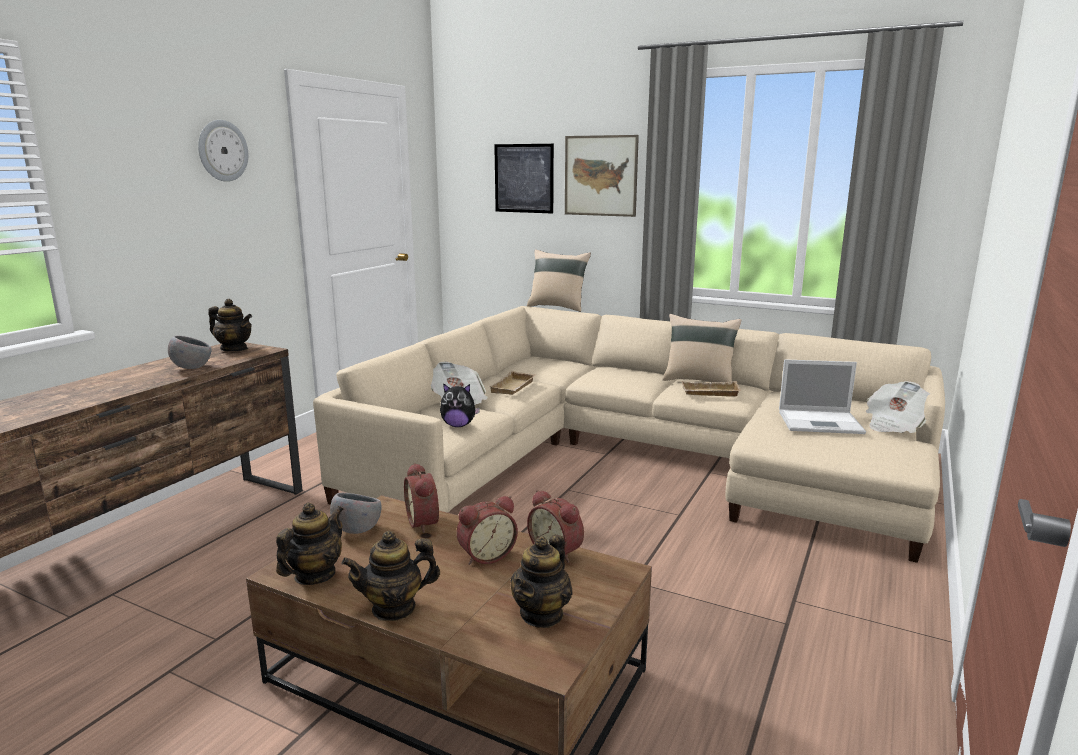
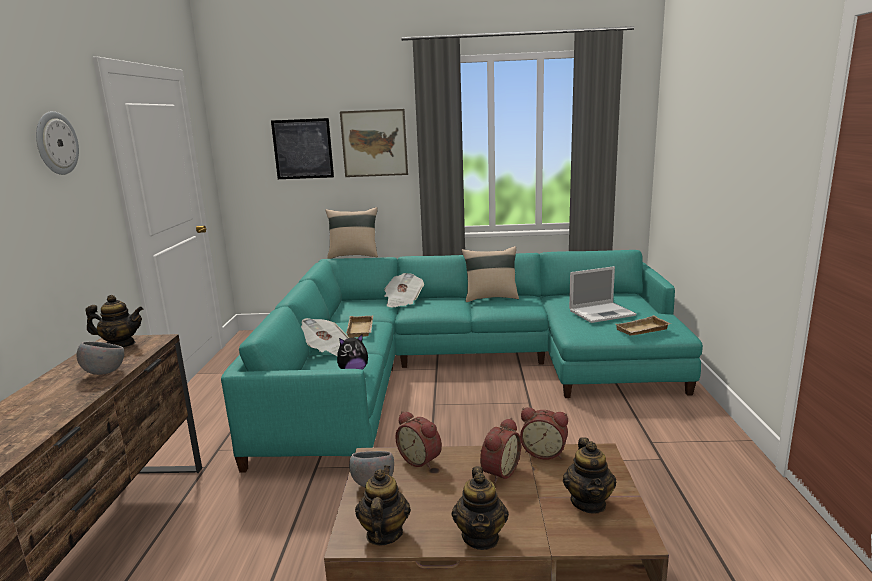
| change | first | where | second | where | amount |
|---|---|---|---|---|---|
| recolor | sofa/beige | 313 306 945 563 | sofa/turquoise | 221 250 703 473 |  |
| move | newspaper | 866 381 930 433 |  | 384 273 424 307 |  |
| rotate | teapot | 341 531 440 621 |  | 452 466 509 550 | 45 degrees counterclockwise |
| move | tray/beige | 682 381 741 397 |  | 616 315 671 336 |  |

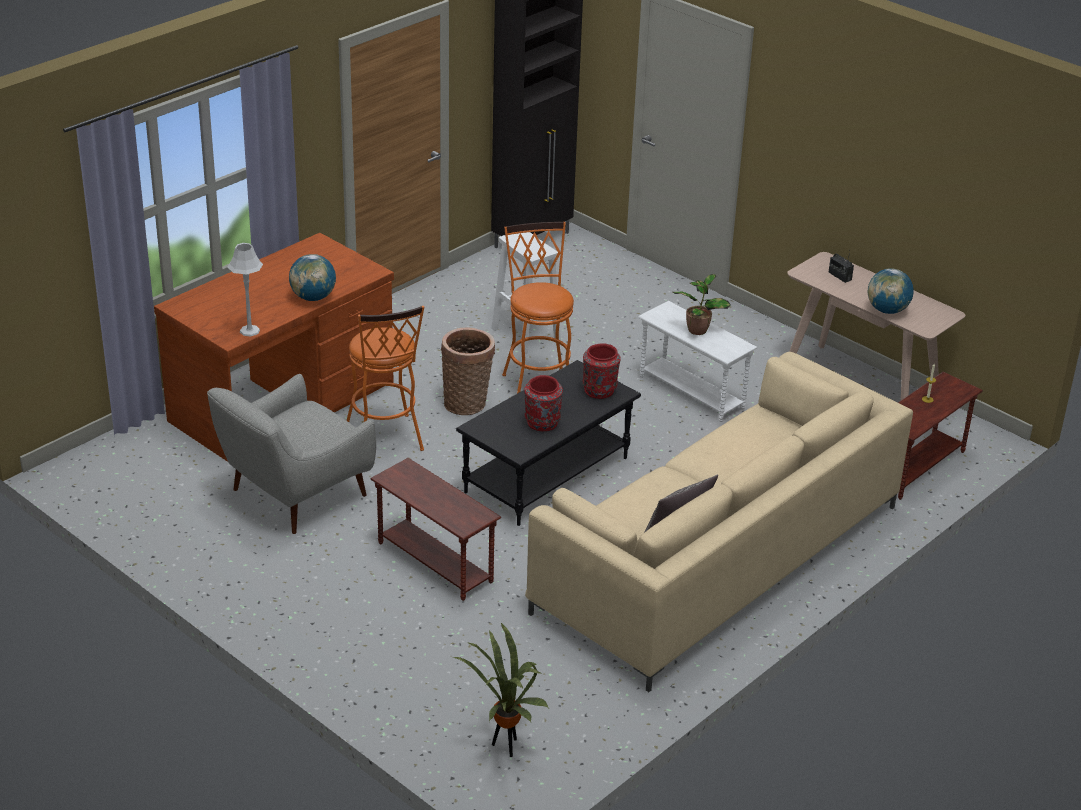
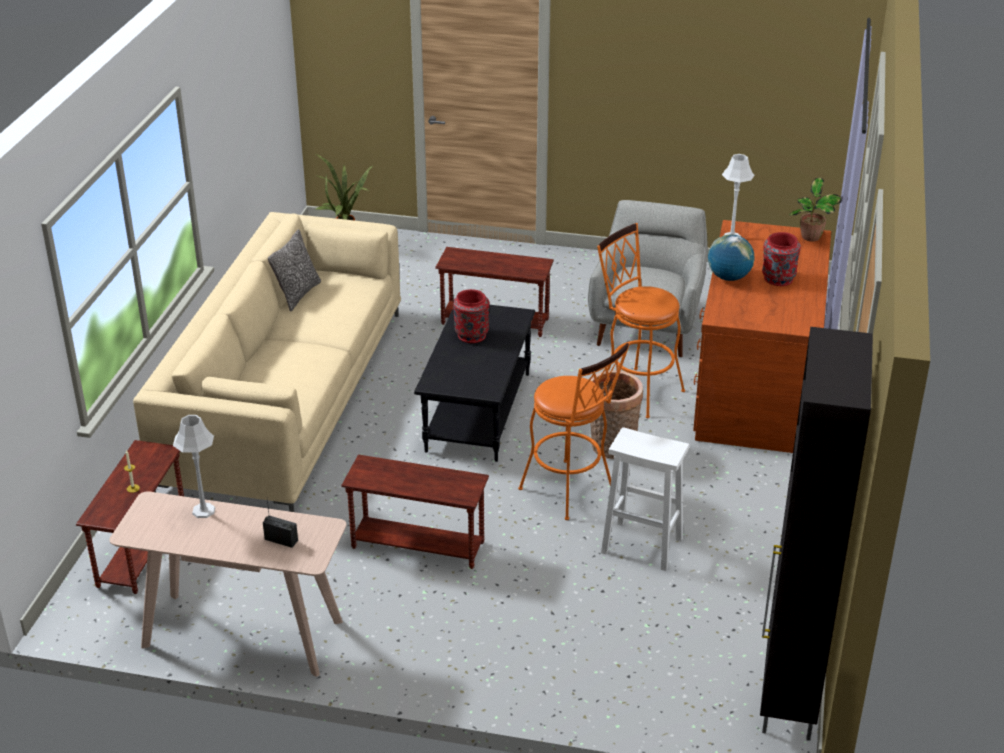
| change | first | where | second | where | amount |
|---|---|---|---|---|---|
| replace | globe | 868 268 914 314 | table lamp/grey | 173 415 215 518 |  |
| recolor | side table/white | 638 301 757 422 | side table/brown | 341 455 489 569 |  |
| move | vase/red | 582 343 621 399 |  | 762 232 801 286 |  |
| move | potted plant | 673 274 731 335 |  | 789 177 841 241 |  |

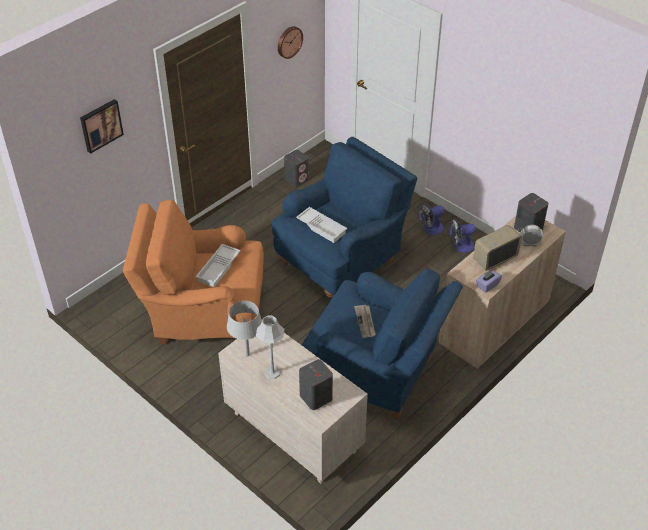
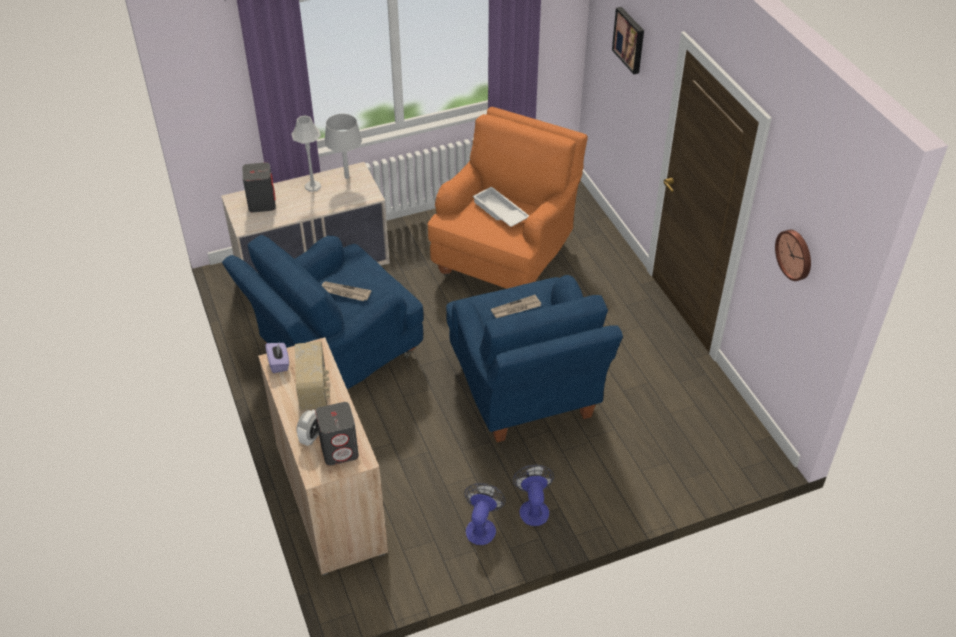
| change | first | where | second | where | amount |
|---|---|---|---|---|---|
| replace | tray/white | 296 207 347 243 | newspaper | 491 295 541 318 |  |
| delete | speaker/grey | 284 150 308 187 |  |  |  |

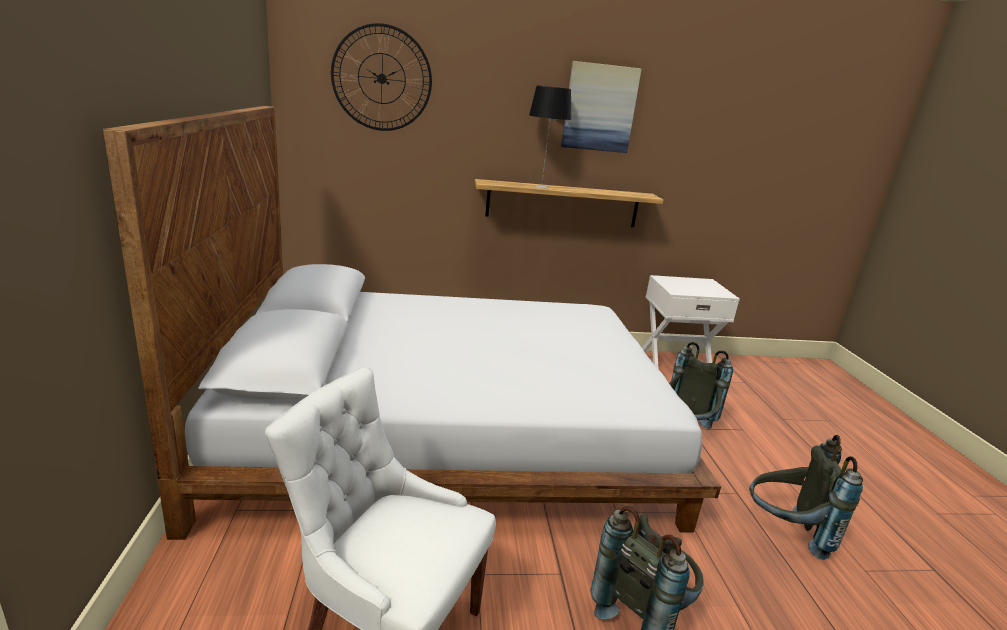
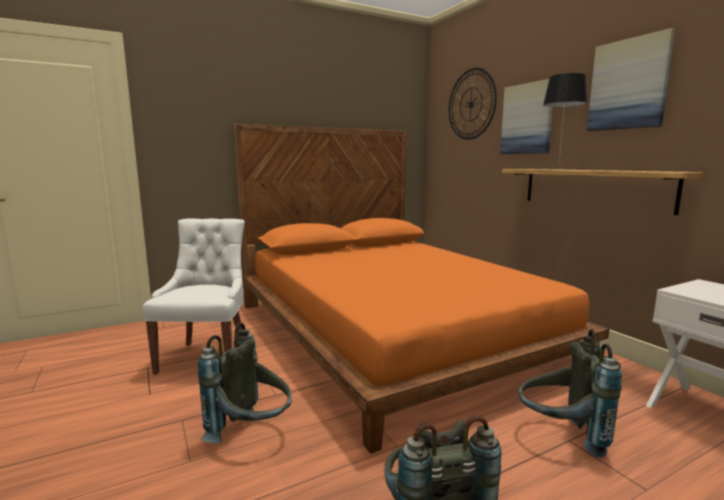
| change | first | where | second | where | amount |
|---|---|---|---|---|---|
| recolor | bed/white | 102 106 721 540 | bed/orange | 234 124 609 454 |  |
| insert |  |  | picture | 500 79 553 154 |  |

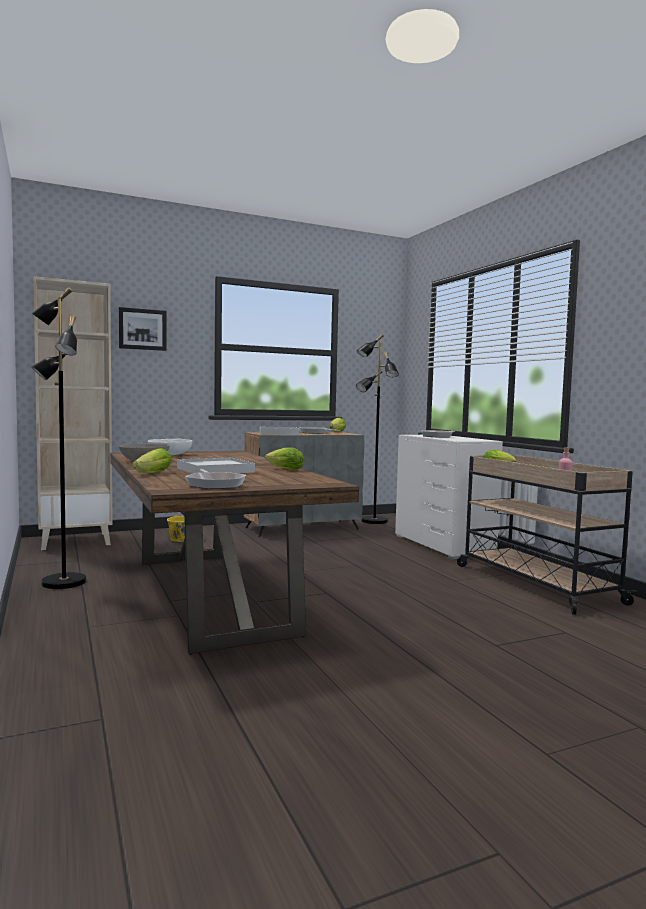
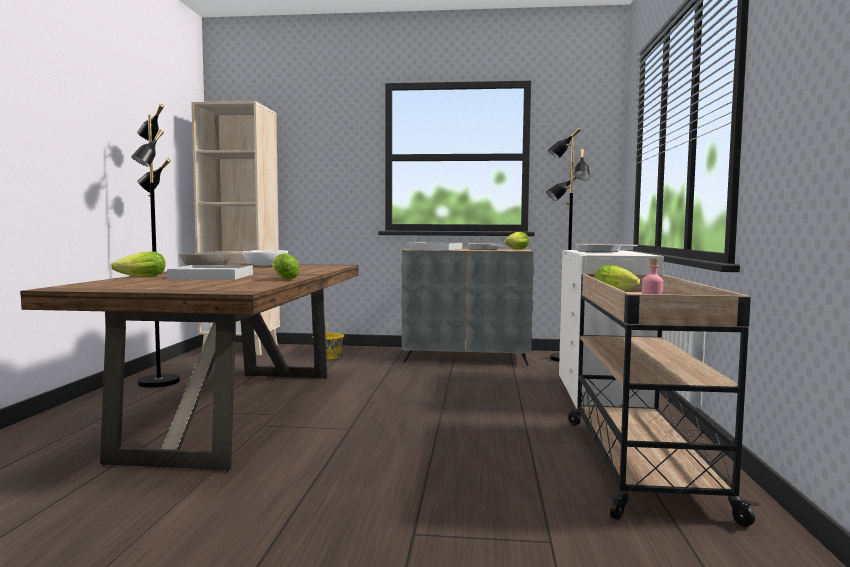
| change | first | where | second | where | amount |
|---|---|---|---|---|---|
| delete | picture | 119 307 166 351 |  |  |  |
| delete | frying pan | 185 469 246 489 |  |  |  |

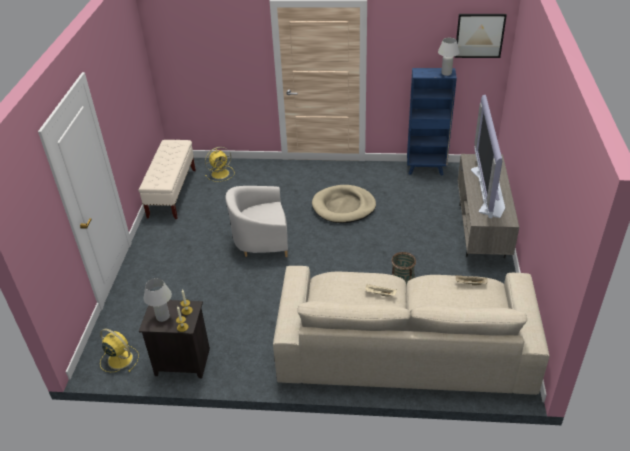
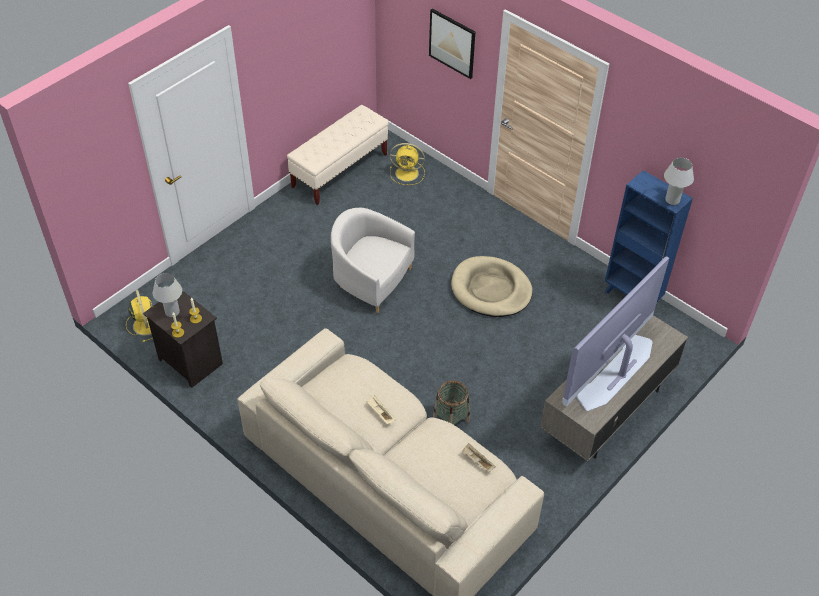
| change | first | where | second | where | amount |
|---|---|---|---|---|---|
| move | picture | 454 14 507 58 |  | 429 8 475 79 |  |

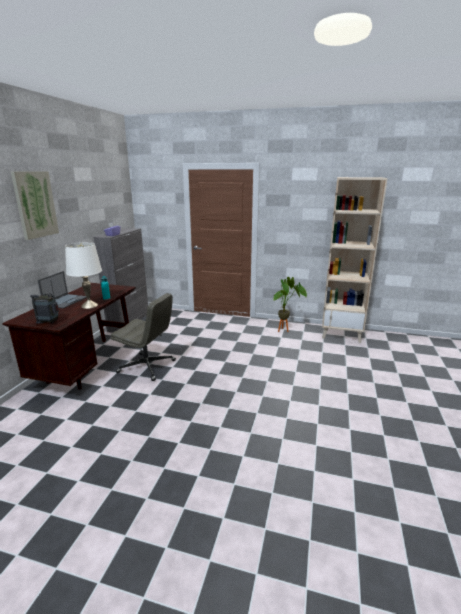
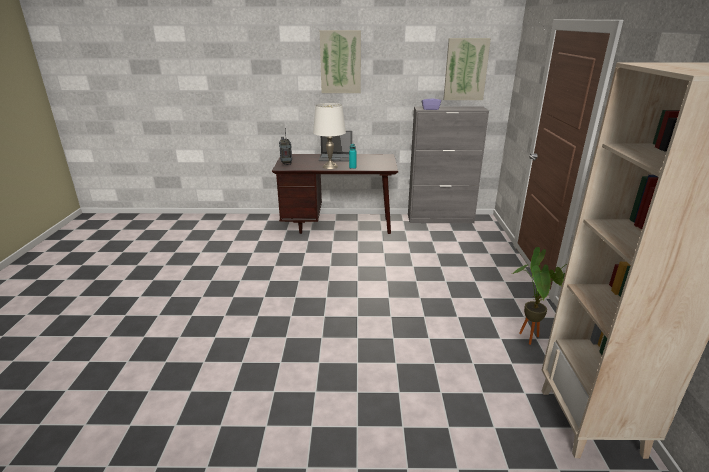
| change | first | where | second | where | amount |
|---|---|---|---|---|---|
| insert |  |  | picture | 443 38 491 100 |  |
| delete | office chair/grey | 111 293 176 381 |  |  |  |

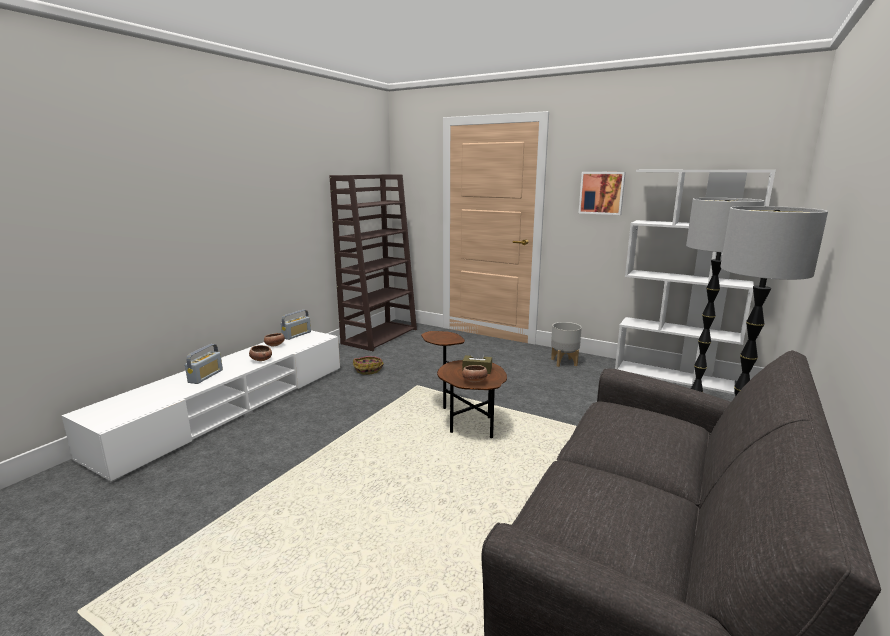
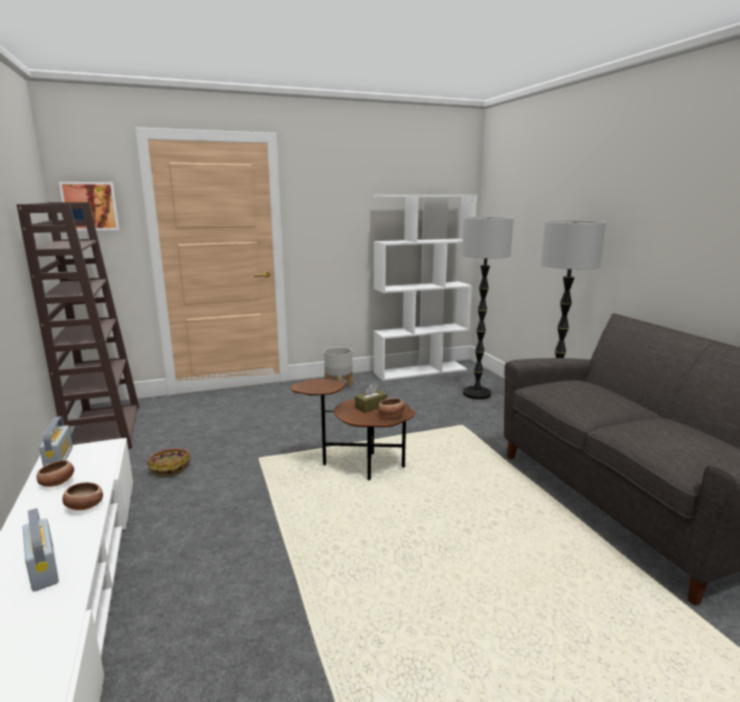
| change | first | where | second | where | amount |
|---|---|---|---|---|---|
| move | picture | 579 172 626 215 |  | 59 182 119 231 |  |

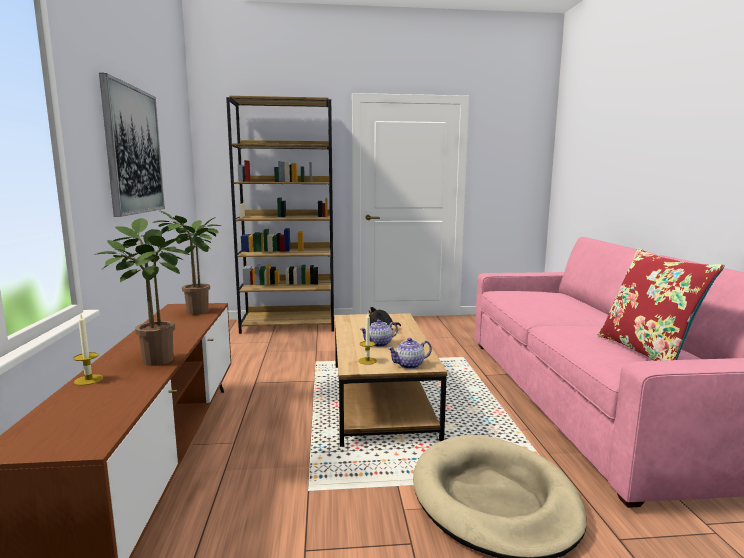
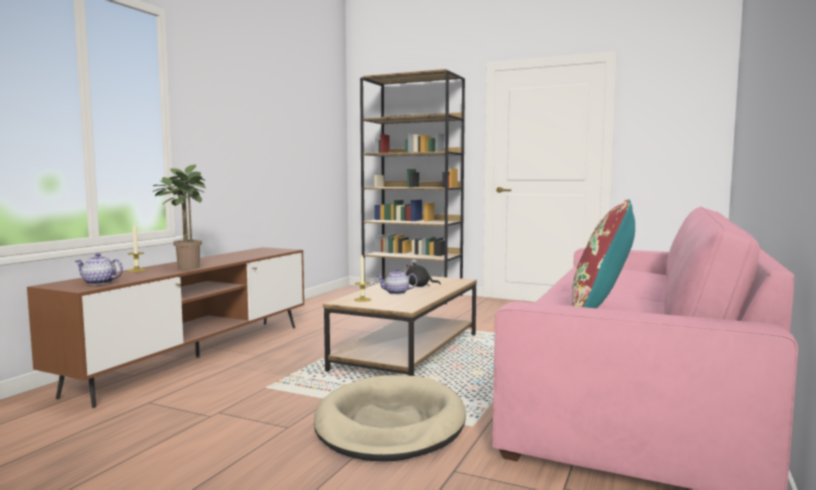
| change | first | where | second | where | amount |
|---|---|---|---|---|---|
| move | teapot | 388 338 432 369 |  | 75 253 123 285 |  |
| delete | picture | 99 73 165 217 |  |  |  |
| delete | potted plant | 152 210 222 315 |  |  |  |

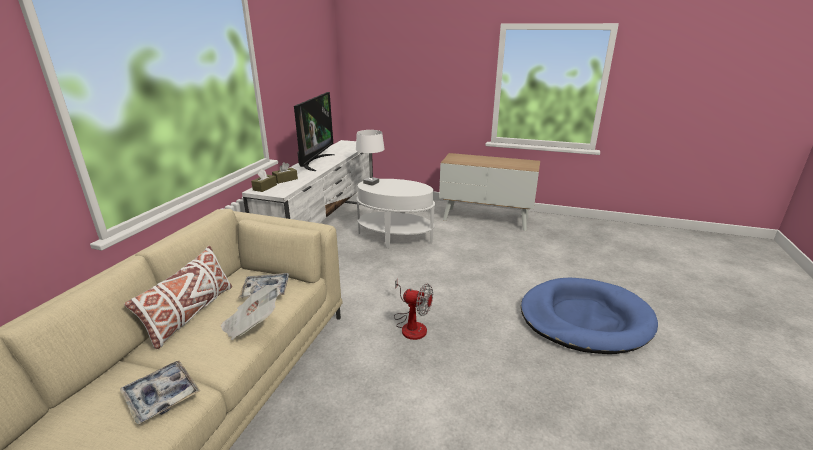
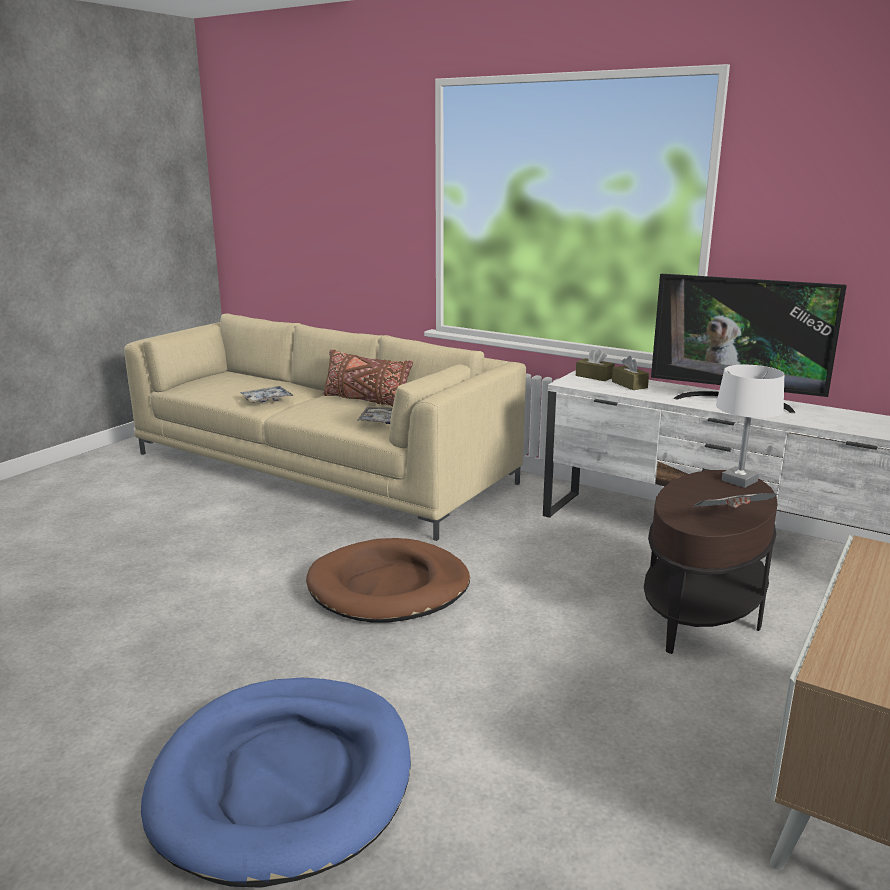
| change | first | where | second | where | amount |
|---|---|---|---|---|---|
| replace | fan | 394 279 433 340 | dog bed/brown | 306 538 470 623 |  |
| recolor | pillow/white | 124 246 232 349 | pillow/brown | 323 350 413 407 |  |
| recolor | side table/white | 356 179 435 248 | side table/brown | 644 470 778 654 |  |
| move | newspaper | 220 285 280 340 |  | 695 493 778 508 |  |

